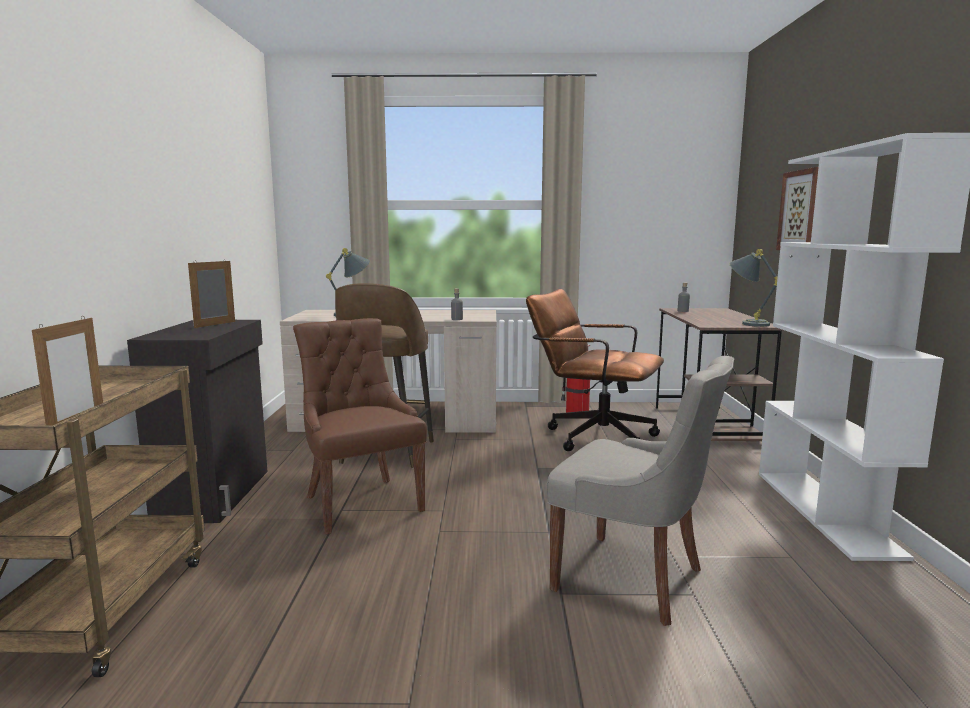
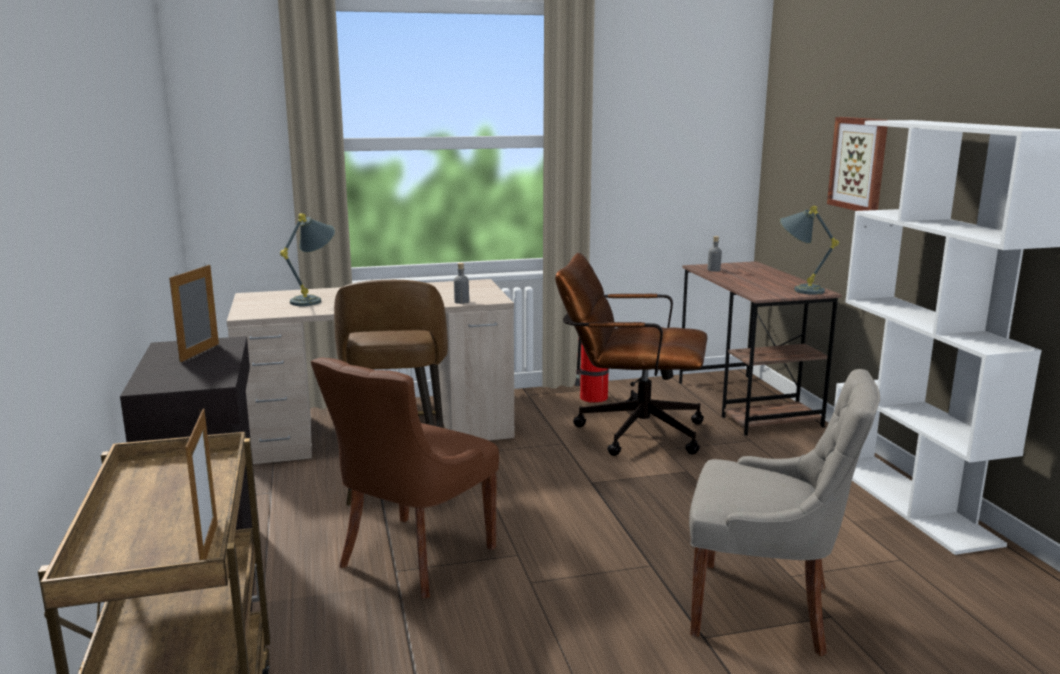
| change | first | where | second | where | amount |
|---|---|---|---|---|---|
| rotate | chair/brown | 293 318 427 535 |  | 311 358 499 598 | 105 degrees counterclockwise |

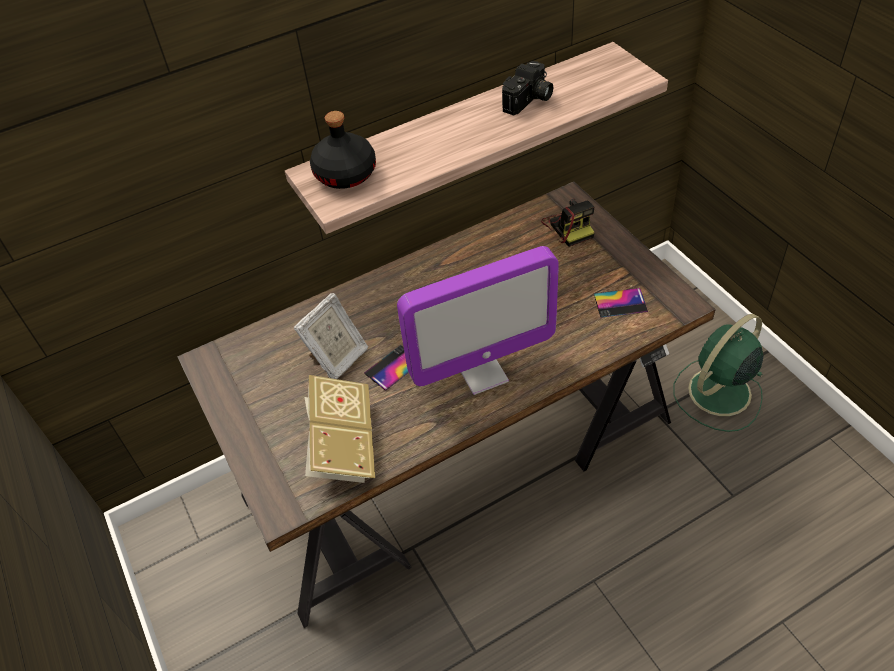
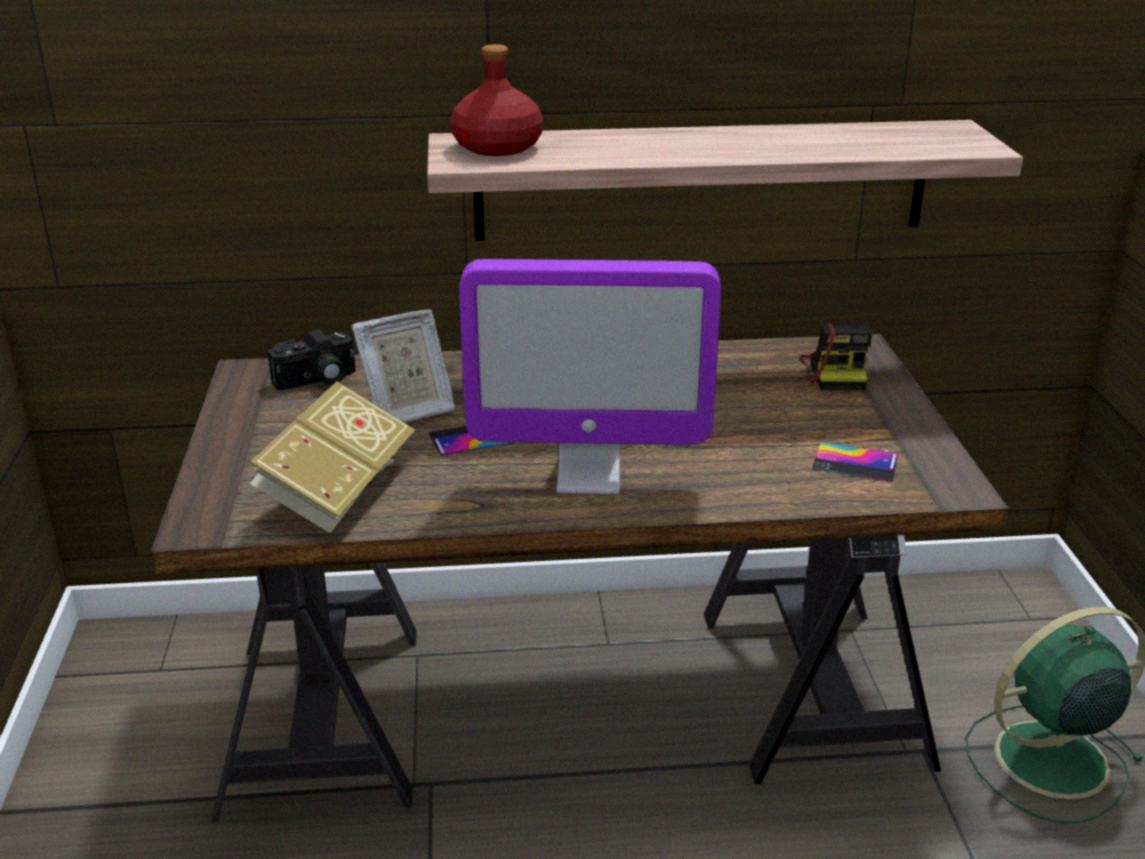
| change | first | where | second | where | amount |
|---|---|---|---|---|---|
| move | photo camera | 502 61 553 116 |  | 267 329 356 390 |  |
| recolor | bottle/black | 310 111 376 189 | bottle/red | 451 44 543 156 |  |

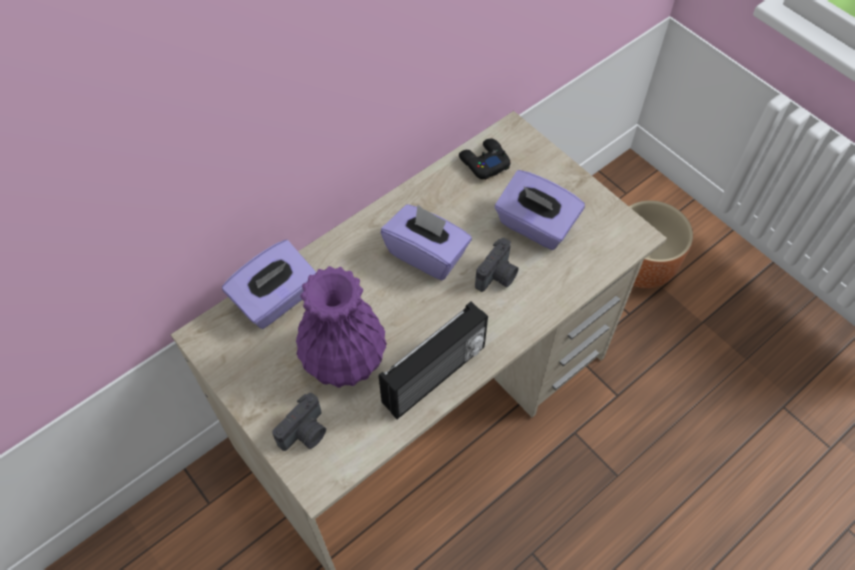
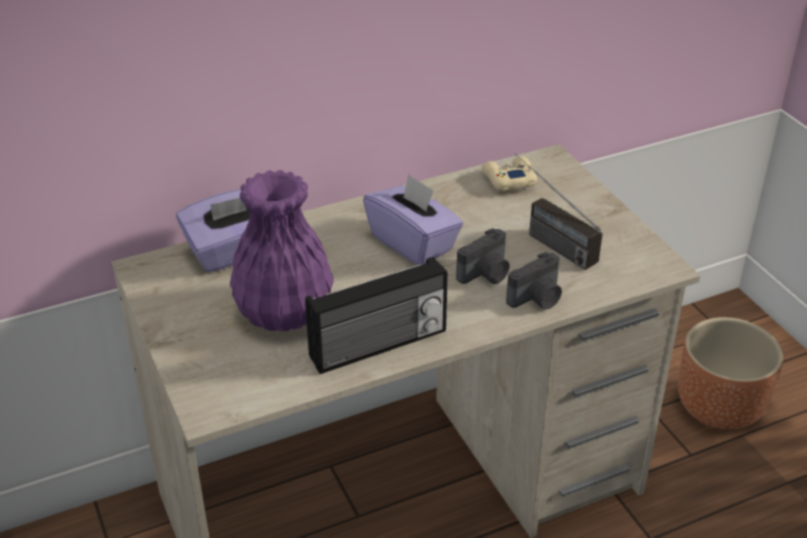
| change | first | where | second | where | amount |
|---|---|---|---|---|---|
| recolor | game controller/black | 459 138 510 180 | game controller/beige | 482 156 537 191 |  |
| move | photo camera | 272 393 326 451 |  | 506 252 562 310 |  |
| replace | tissue box/purple | 495 170 585 250 | radio | 515 154 603 270 |  |

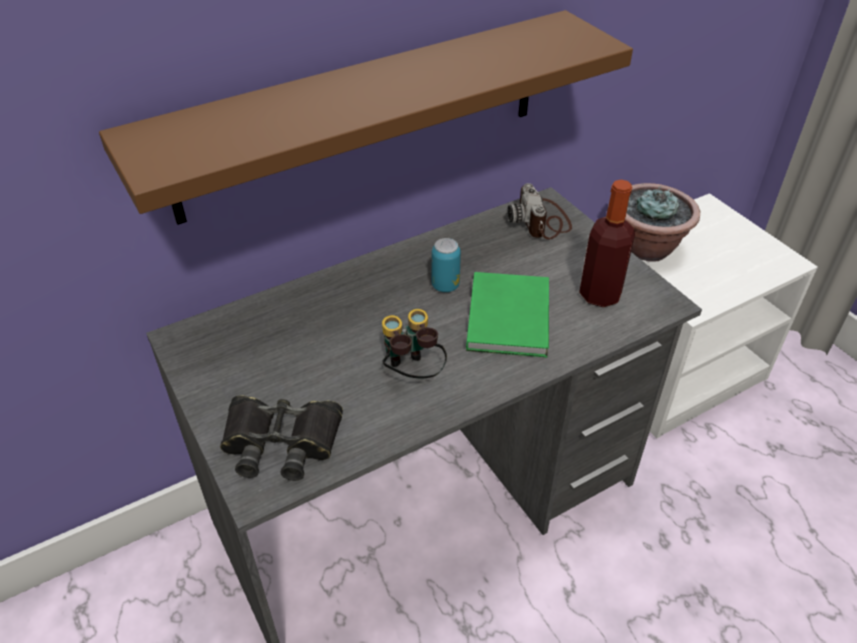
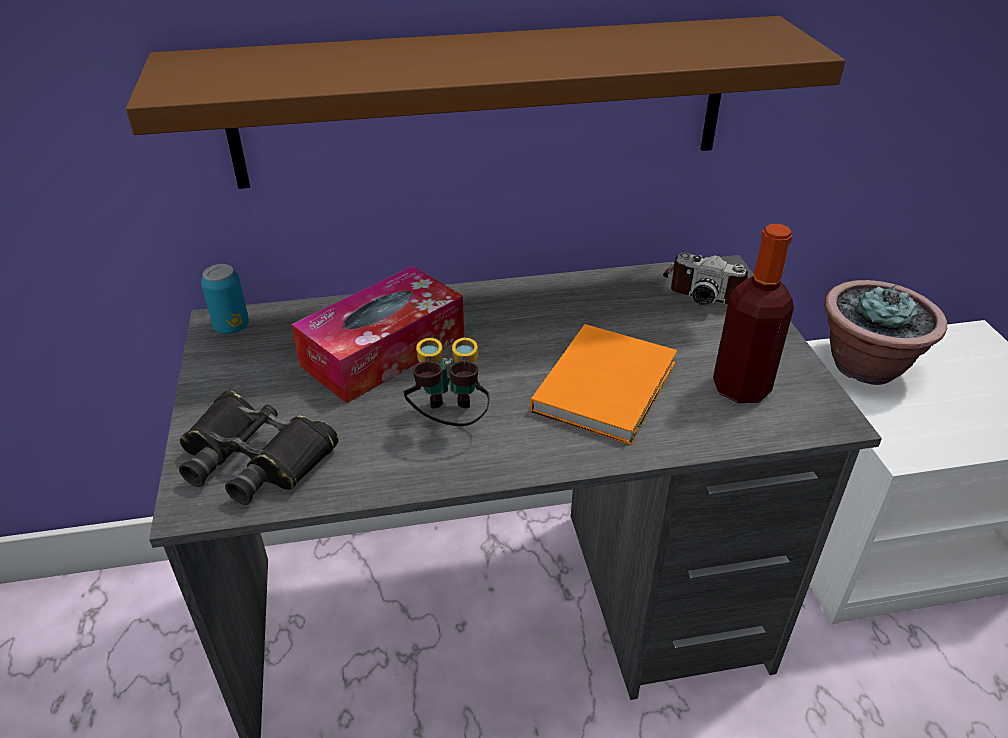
| change | first | where | second | where | amount |
|---|---|---|---|---|---|
| move | can | 432 238 461 292 |  | 201 264 249 334 |  |
| insert |  |  | tissue box | 291 266 464 403 |  |
| recolor | book/green | 466 272 549 357 | book/orange | 530 324 677 445 |  |
| rotate | photo camera | 507 183 572 240 |  | 663 252 748 305 | 75 degrees counterclockwise |

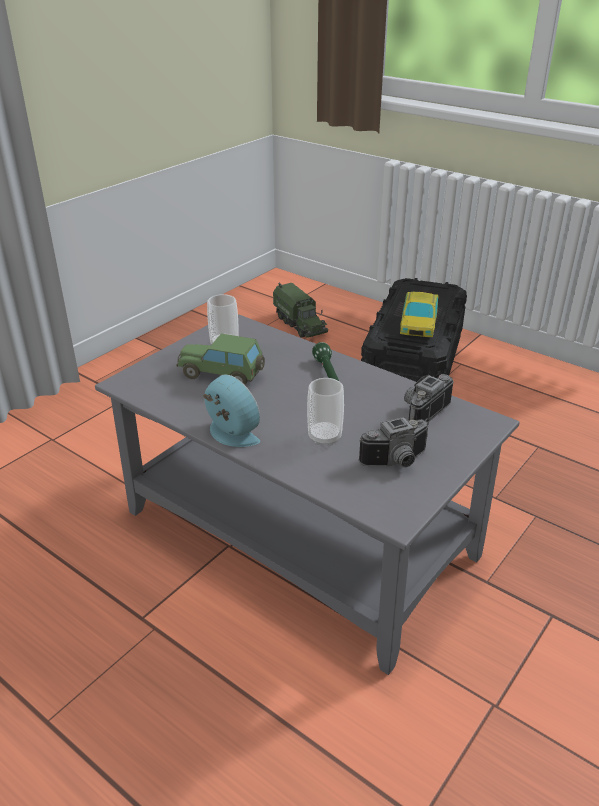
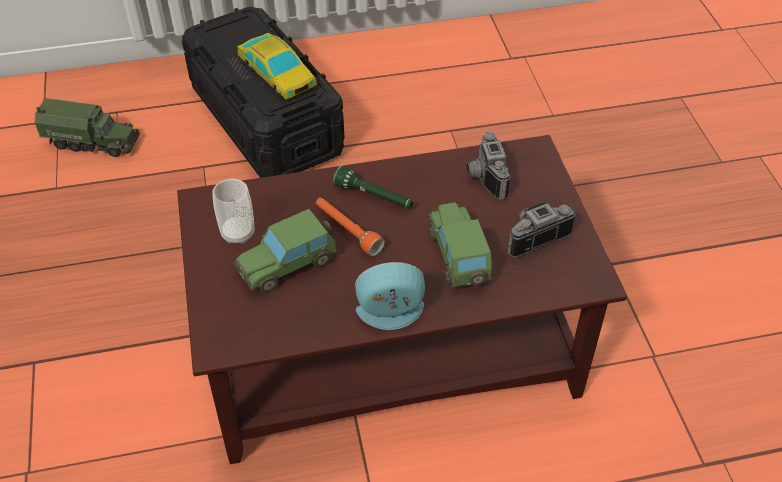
| change | first | where | second | where | amount |
|---|---|---|---|---|---|
| recolor | coffee table/grey | 95 314 520 675 | coffee table/brown | 177 135 627 464 |  |
| insert |  |  | flashlight/orange | 316 198 385 256 |  |
| replace | cup | 307 378 344 446 | toy car | 428 203 492 288 |  |
| rotate | photo camera | 359 417 429 467 |  | 508 202 575 258 | 135 degrees counterclockwise |

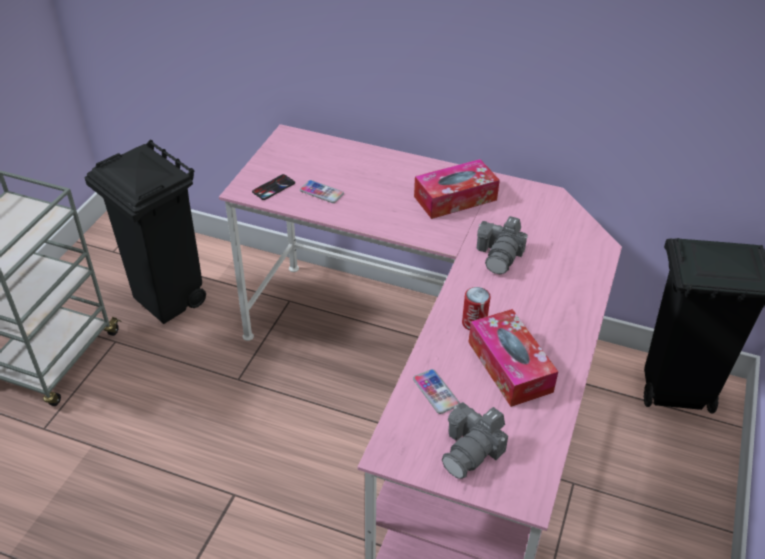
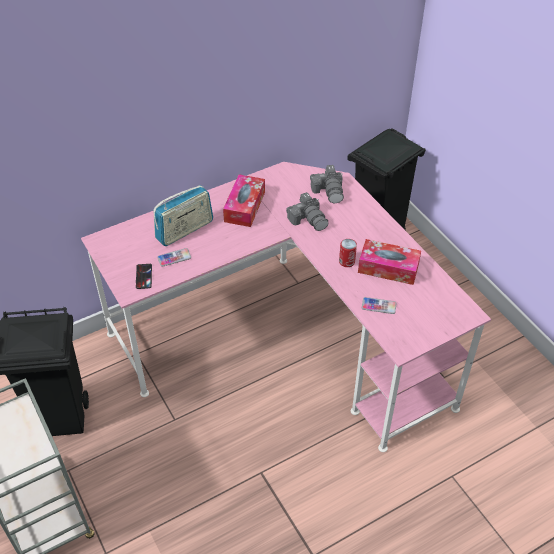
| change | first | where | second | where | amount |
|---|---|---|---|---|---|
| insert |  |  | radio | 153 185 213 246 |  |
| move | photo camera | 442 402 508 479 |  | 310 165 344 204 |  |

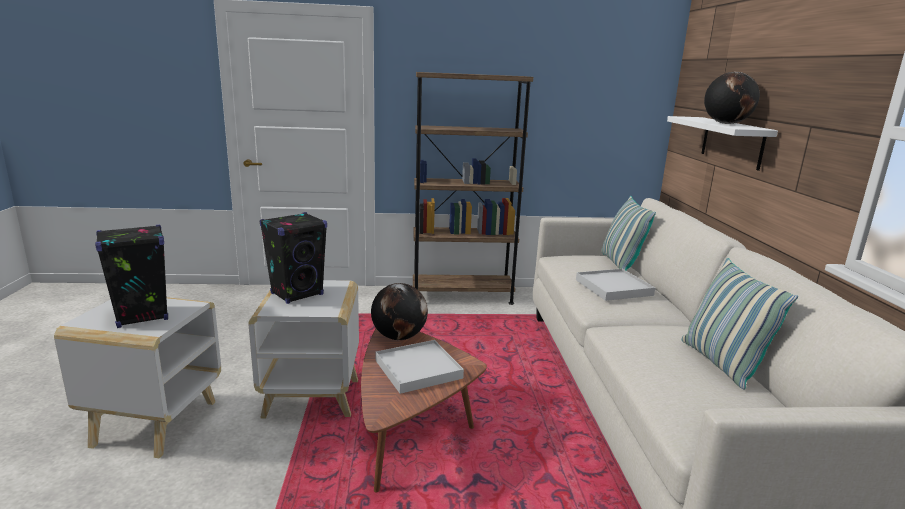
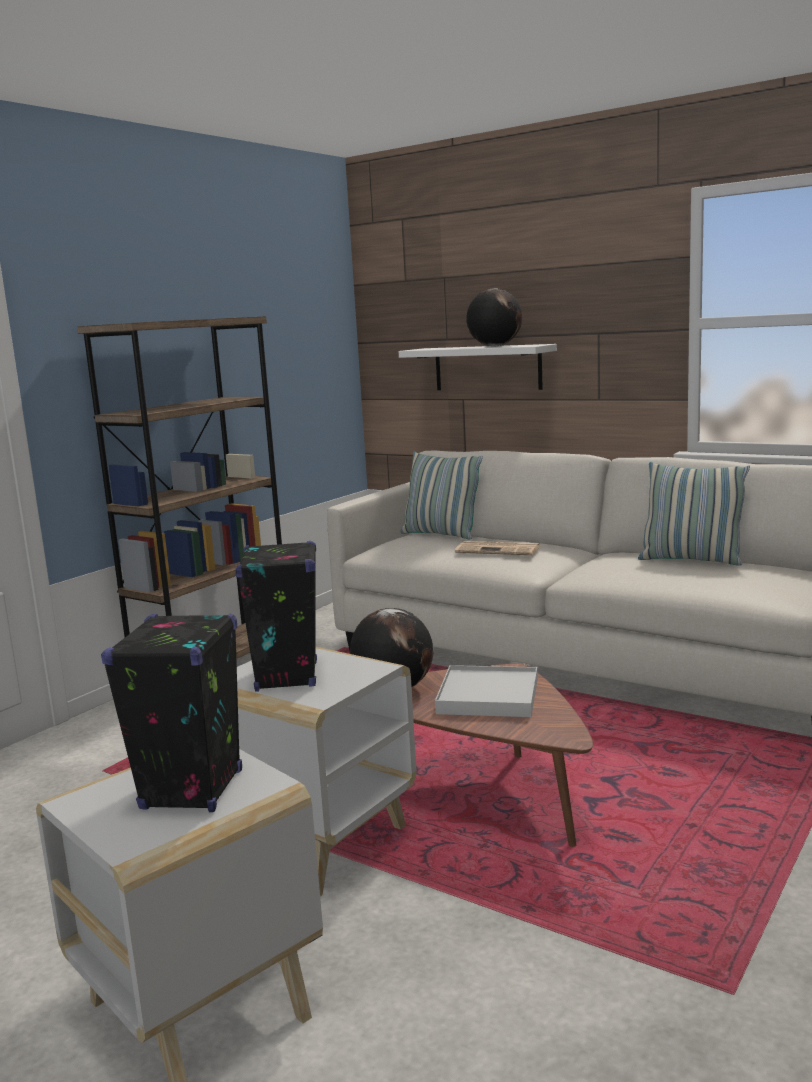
| change | first | where | second | where | amount |
|---|---|---|---|---|---|
| replace | tray/white | 576 269 655 301 | newspaper | 455 541 540 555 |  |

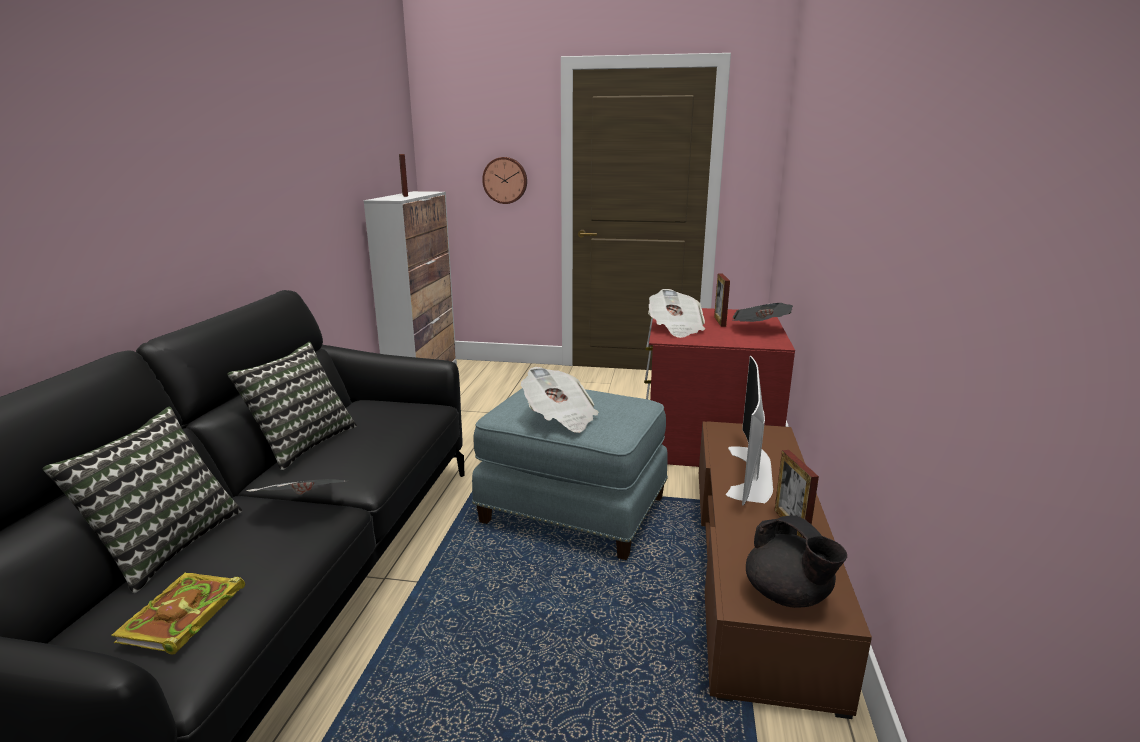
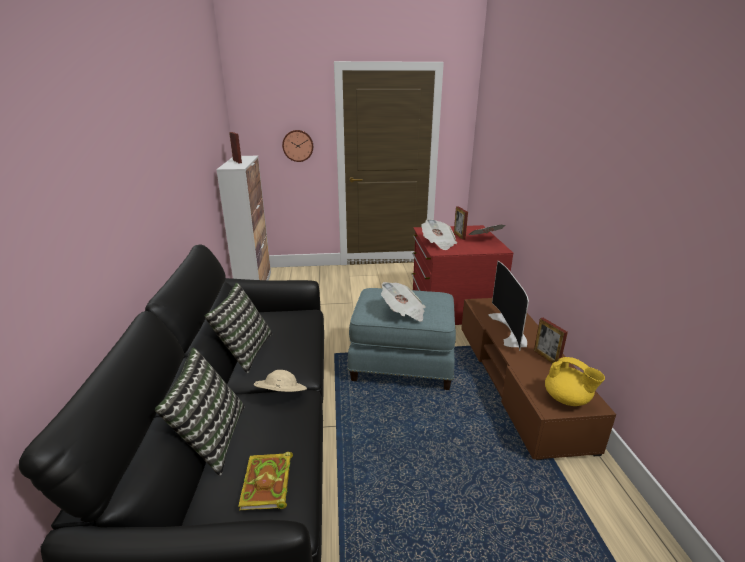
| change | first | where | second | where | amount |
|---|---|---|---|---|---|
| replace | newspaper | 246 479 348 495 | hat/beige | 254 370 307 392 |  |
| recolor | teapot/black | 746 515 847 608 | teapot/yellow | 545 357 605 406 |  |

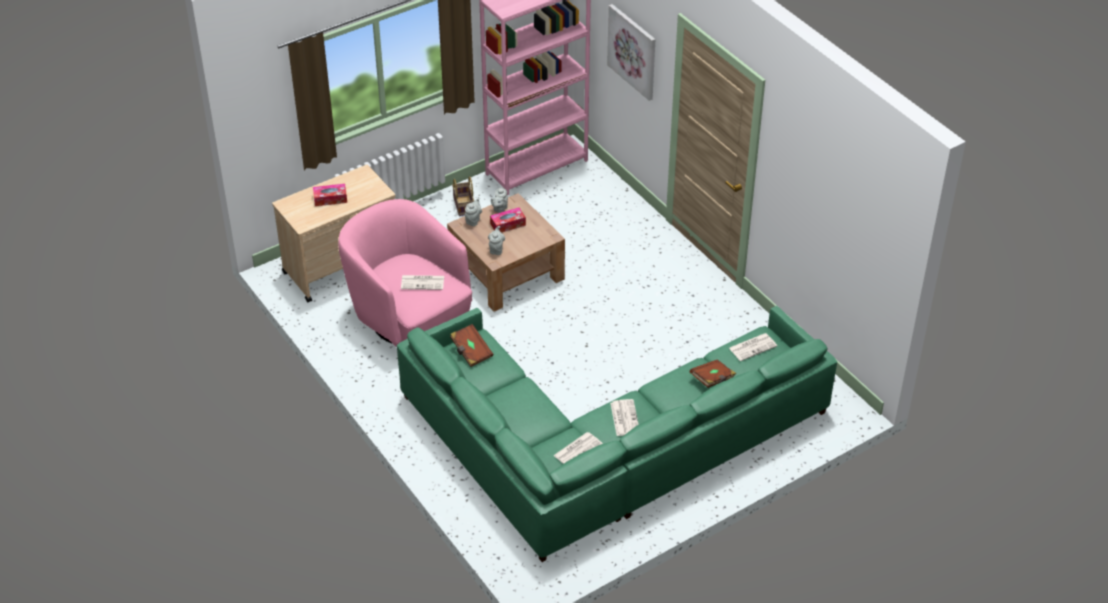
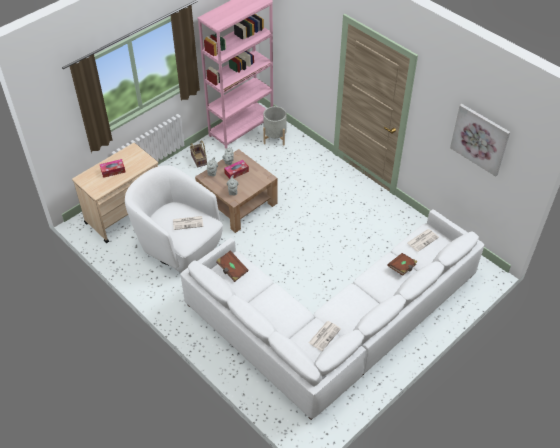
| change | first | where | second | where | amount |
|---|---|---|---|---|---|
| recolor | armchair/pink | 338 199 472 347 | armchair/white | 125 165 223 273 |  |
| recolor | sofa/green | 397 306 837 562 | sofa/white | 180 209 485 420 |  |
| insert |  |  | planter/grey | 263 106 287 145 |  |
| move | picture | 607 4 655 101 |  | 450 104 510 177 |  |
| delete | newspaper | 610 399 639 436 |  |  |  |

